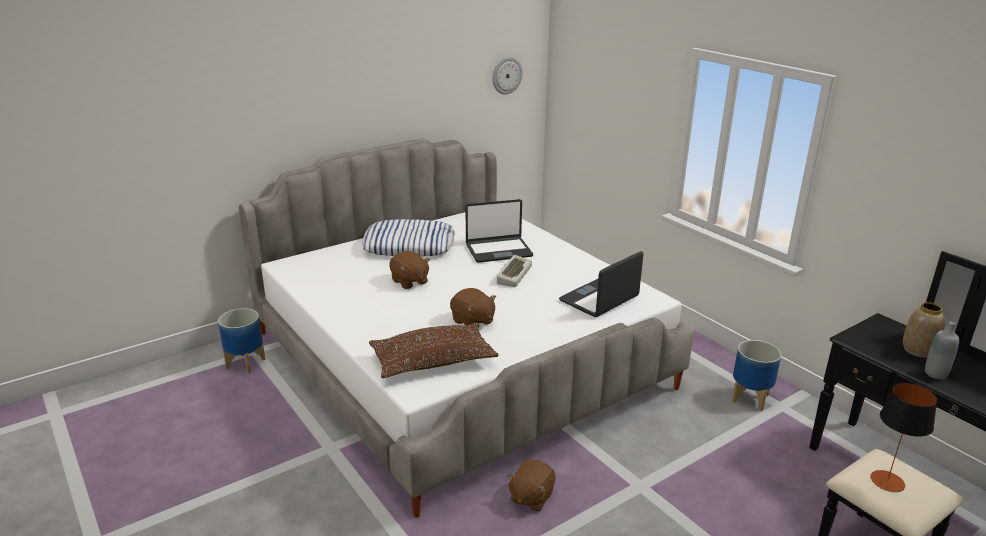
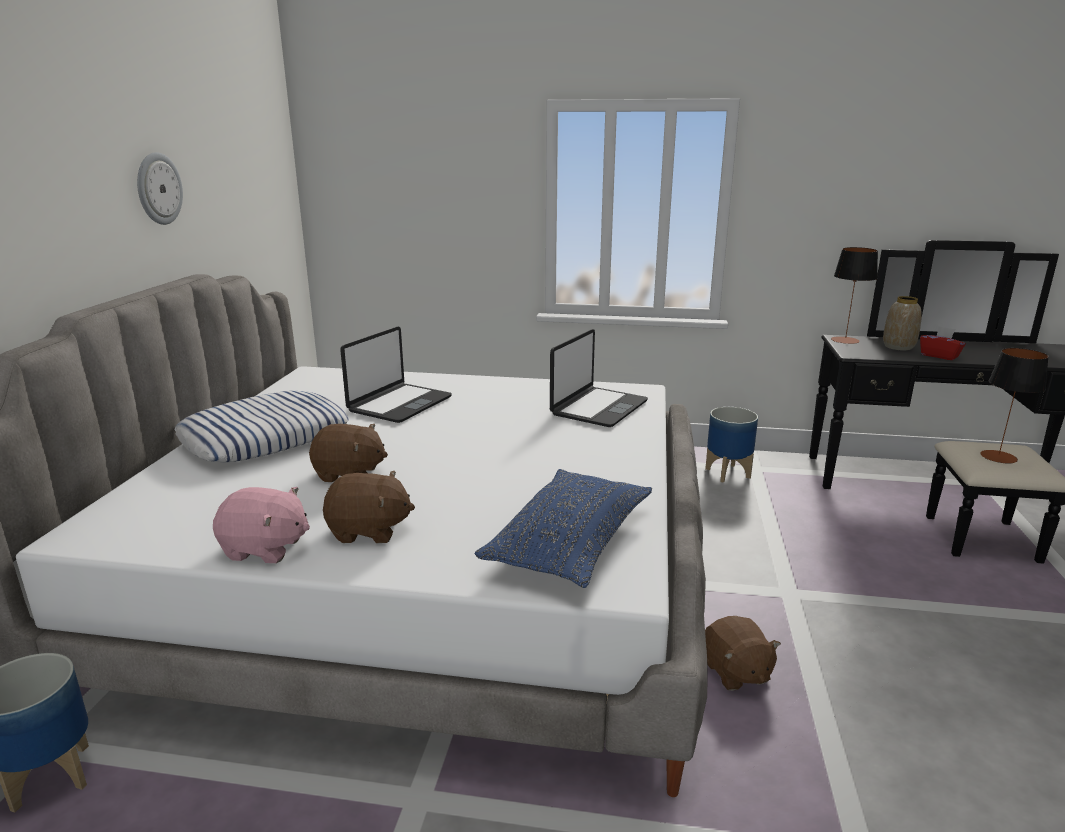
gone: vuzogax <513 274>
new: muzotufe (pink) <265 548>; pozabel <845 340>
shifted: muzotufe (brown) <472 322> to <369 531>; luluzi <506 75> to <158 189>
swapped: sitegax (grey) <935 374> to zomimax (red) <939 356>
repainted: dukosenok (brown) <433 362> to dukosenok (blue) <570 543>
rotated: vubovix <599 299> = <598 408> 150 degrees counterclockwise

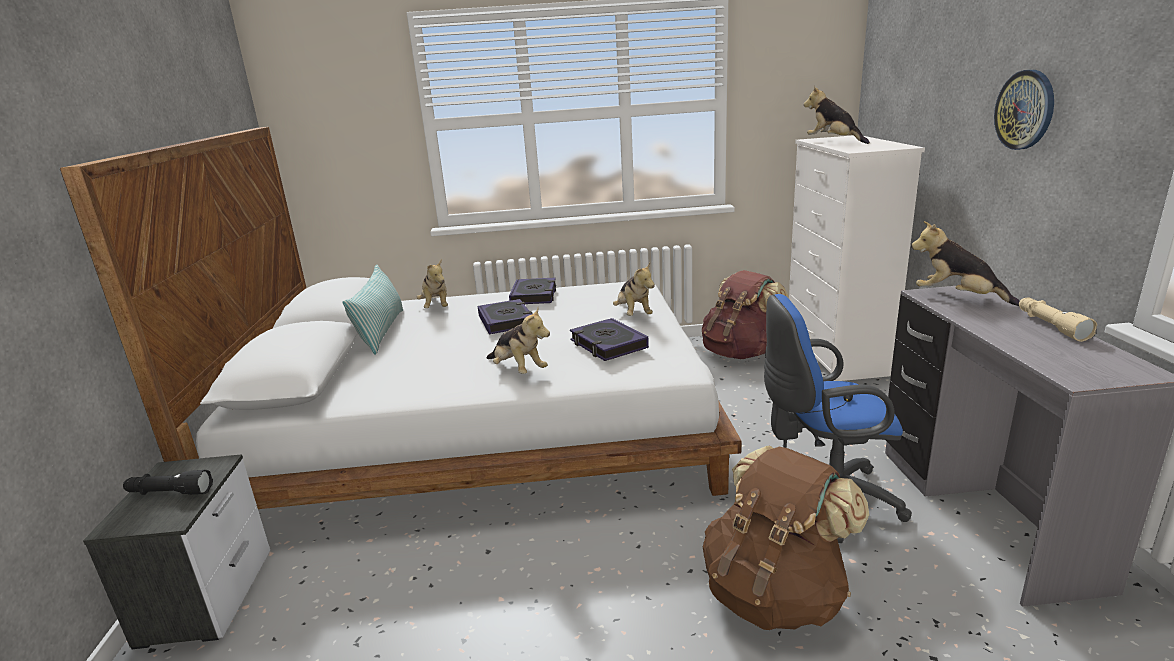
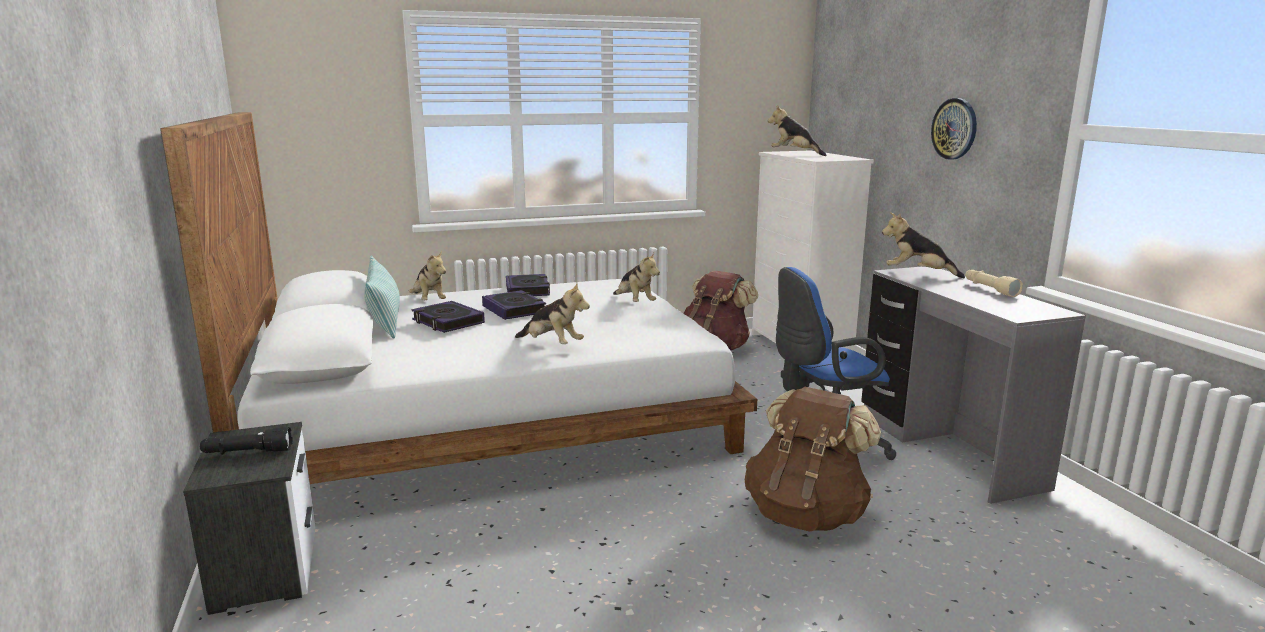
shifted: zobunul <608 344> to <448 322>

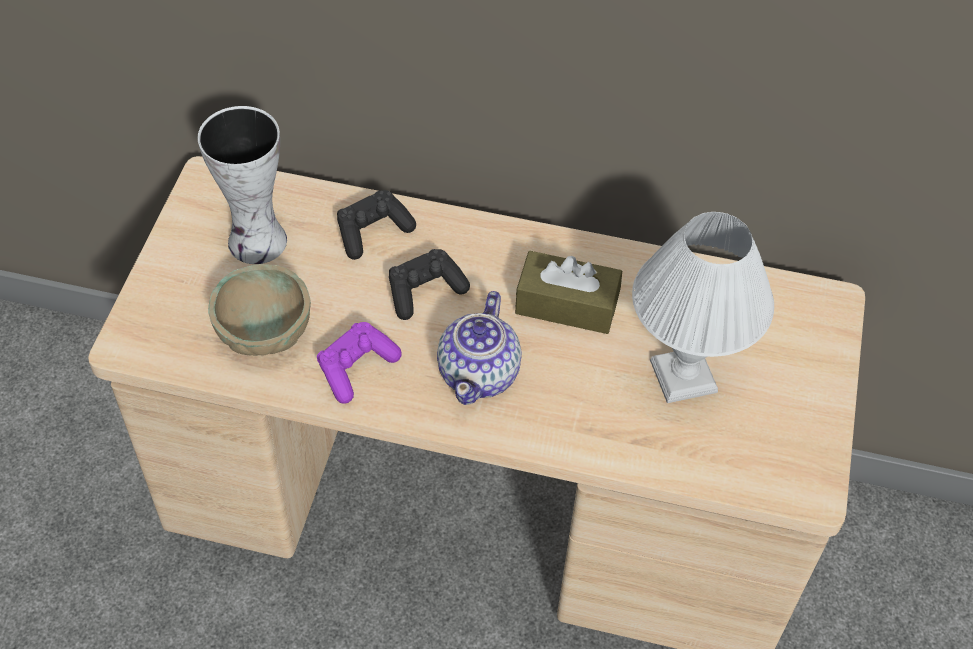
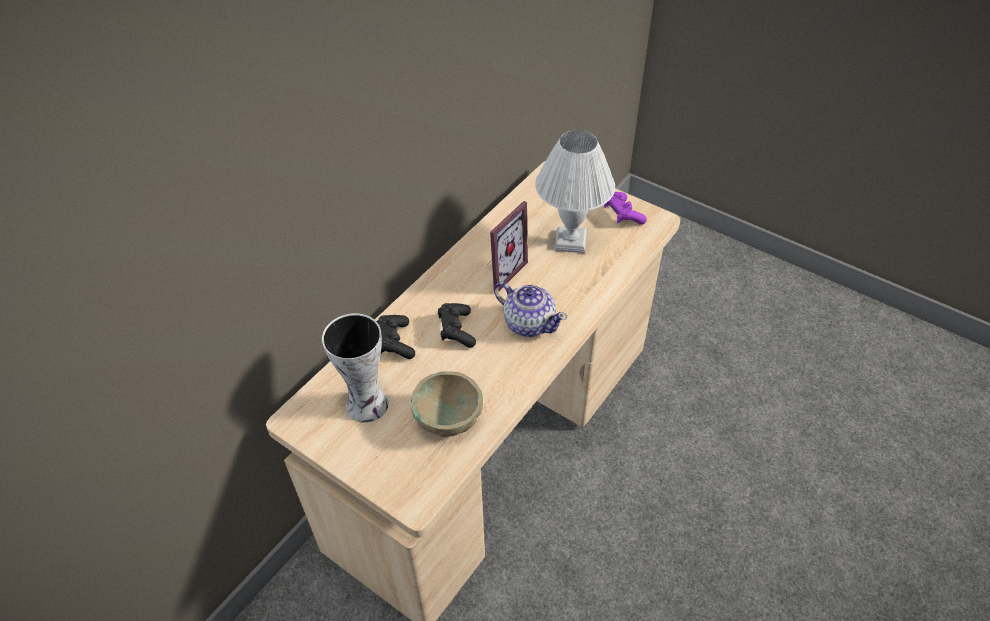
shifted: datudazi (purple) <356 368> to <622 214>
swapped: zomimax (brown) <566 305> to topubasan <500 271>

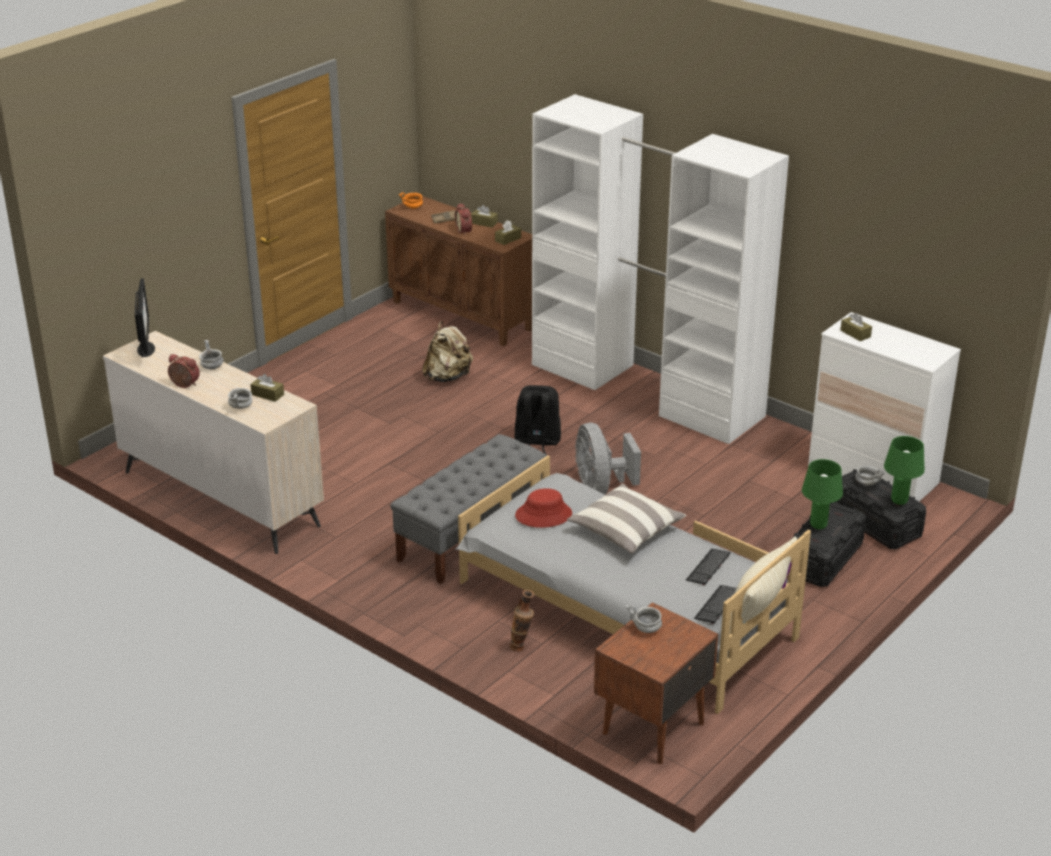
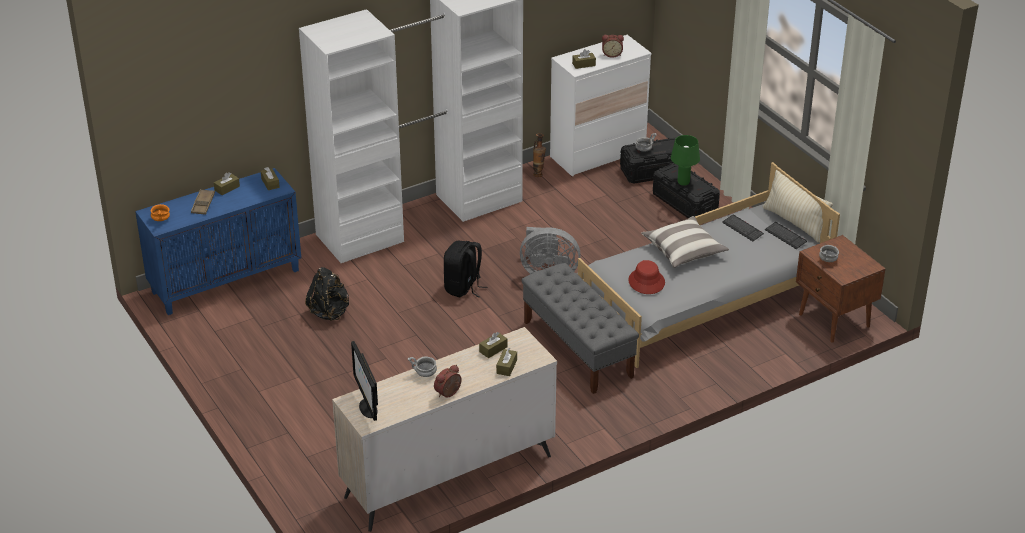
gone: pozabel (green) <898 501>
shifted: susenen <465 231> to <612 54>; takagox <521 647> to <538 174>
swapped: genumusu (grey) <241 407> to zomimax (brown) <506 367>
repainted: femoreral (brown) <463 315> to femoreral (blue) <226 280>; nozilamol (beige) <447 377> to nozilamol (black) <330 312>
rotated: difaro <146 349> = <367 408> 120 degrees counterclockwise

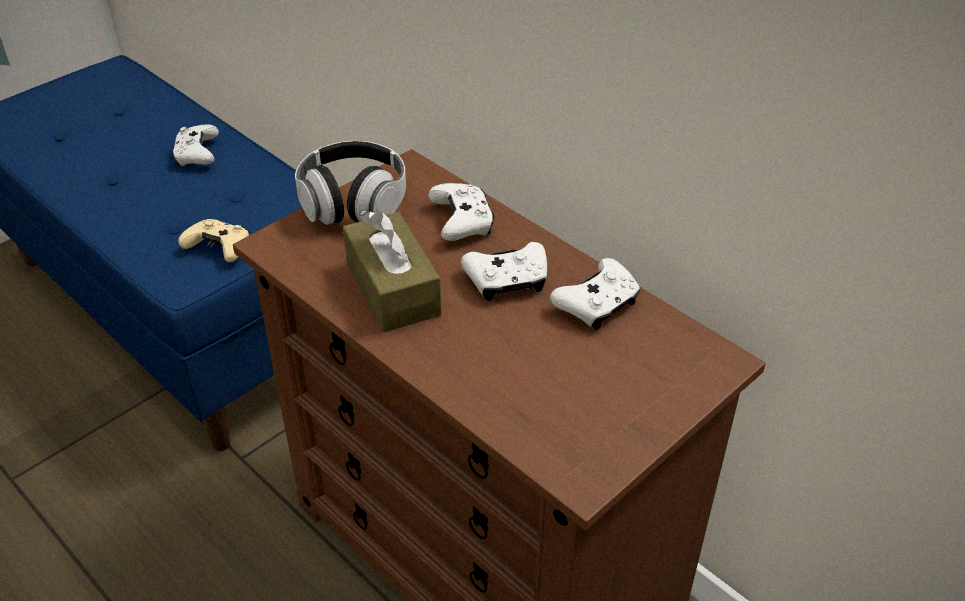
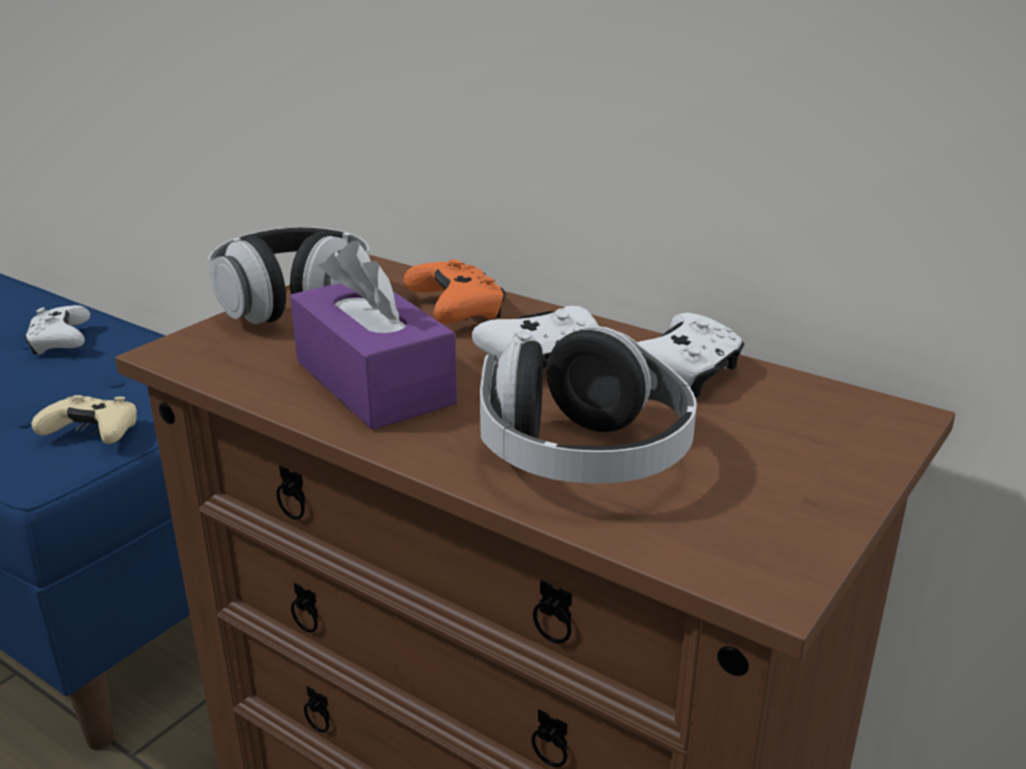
new: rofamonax <583 458>
repainted: zomimax (brown) <393 289> to zomimax (purple) <374 382>; datudazi (white) <462 222> to datudazi (orange) <457 310>

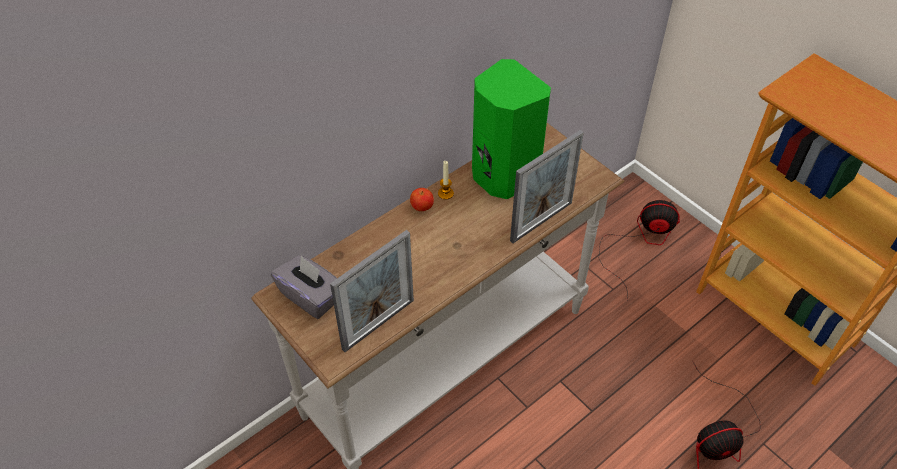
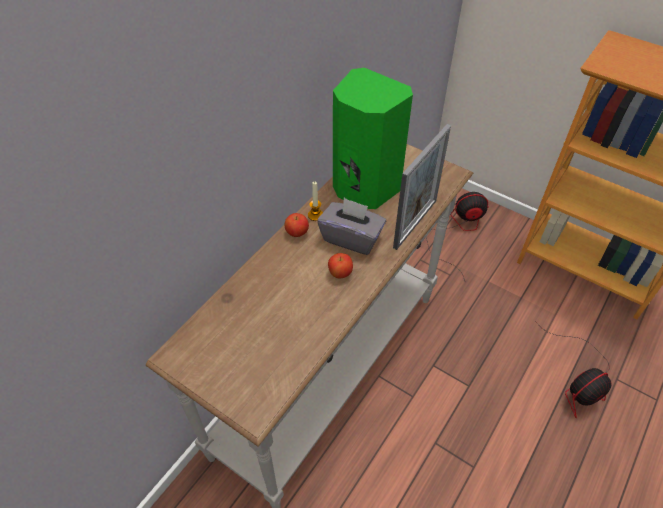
gone: topubasan <378 324>
new: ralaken <340 273>
shifted: zomimax (grey) <311 297> to <351 238>

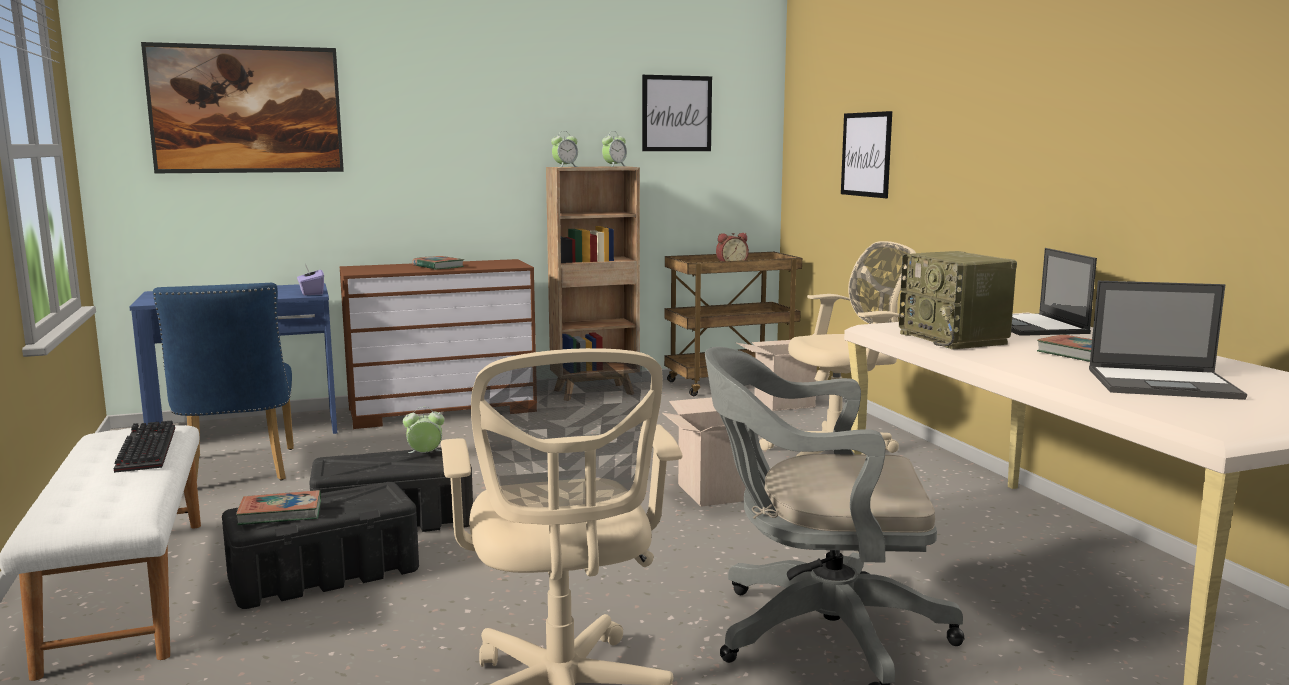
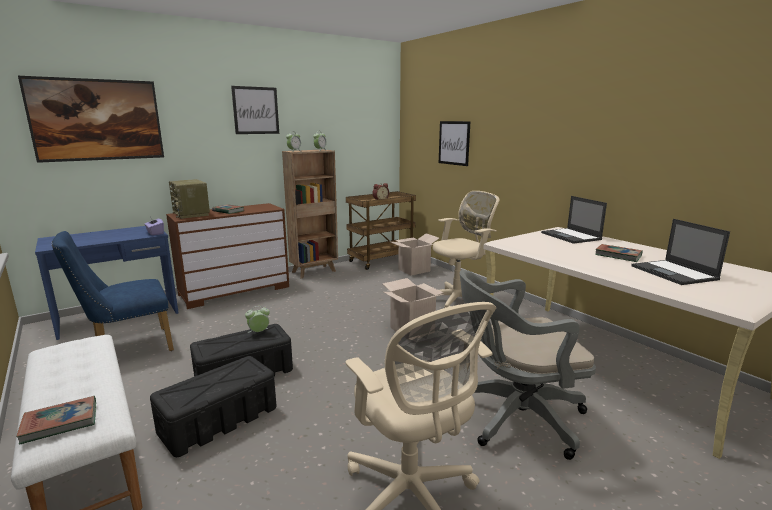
gone: vuzogax <144 449>
shifted: zobunul <280 513> to <60 423>; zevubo <676 113> to <256 110>; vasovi <955 339> to <191 214>
rotated: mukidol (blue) <238 472> = <127 348> 90 degrees clockwise; vubovix <1164 384> = <674 273> 75 degrees clockwise

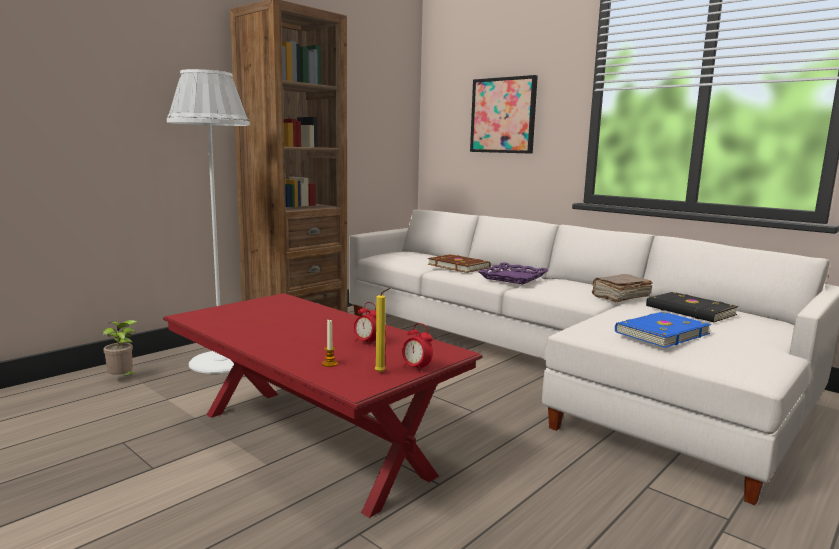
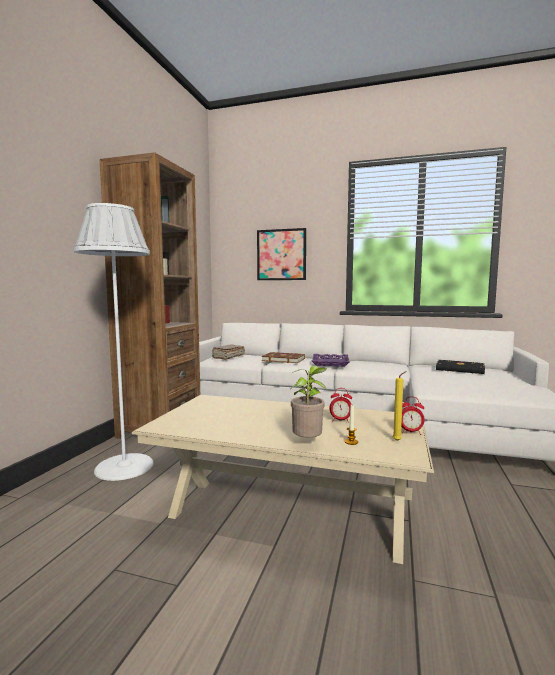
gone: zobunul (blue) <660 333>
shifted: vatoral <123 379> to <308 443>; zobunul (brown) <620 297> to <228 357>
repainted: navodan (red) <312 442> to navodan (beige) <286 515>

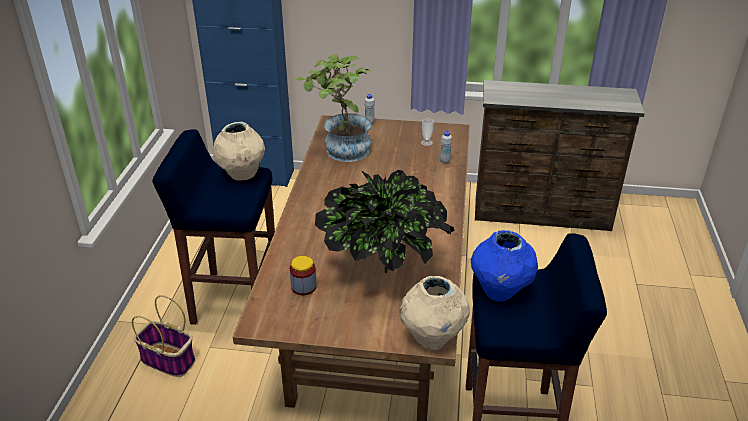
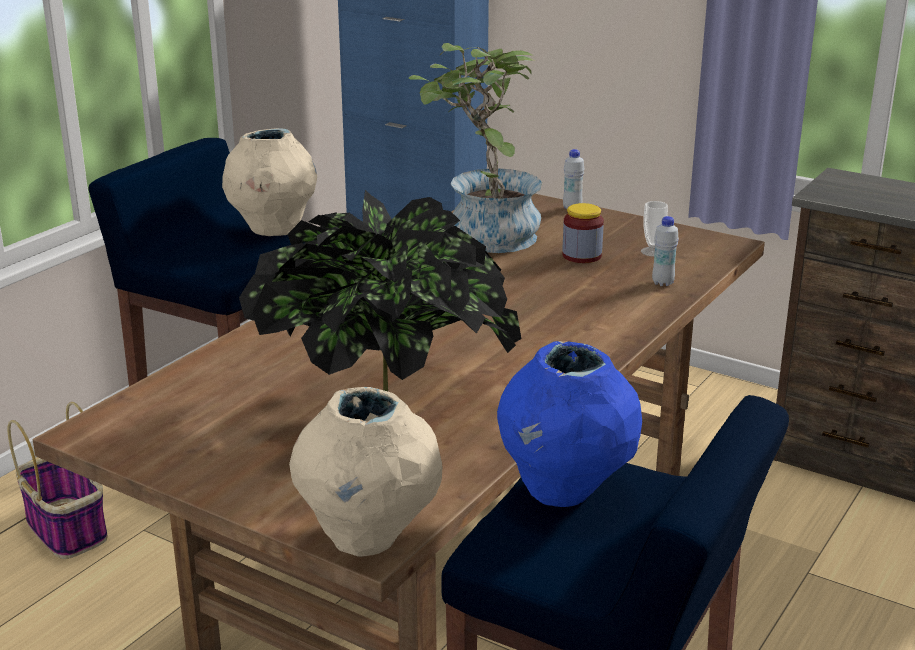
shifted: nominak <303 287> to <582 256>

